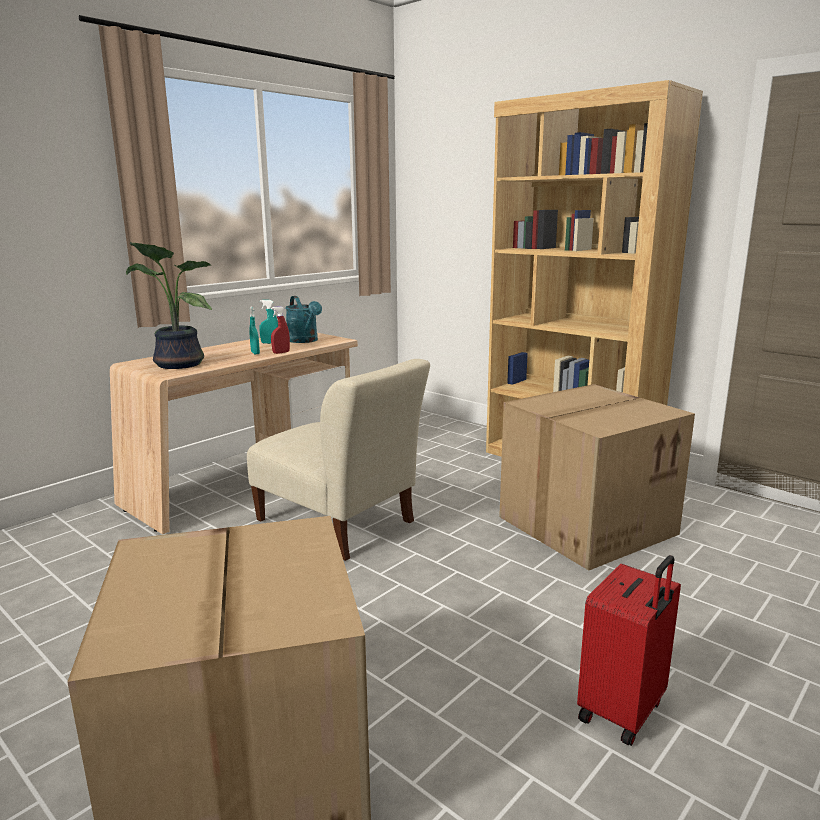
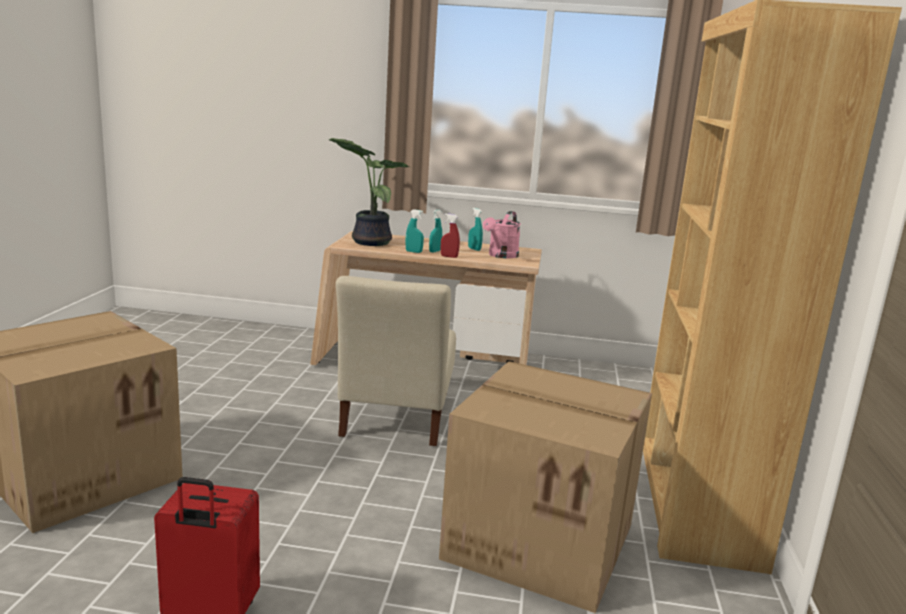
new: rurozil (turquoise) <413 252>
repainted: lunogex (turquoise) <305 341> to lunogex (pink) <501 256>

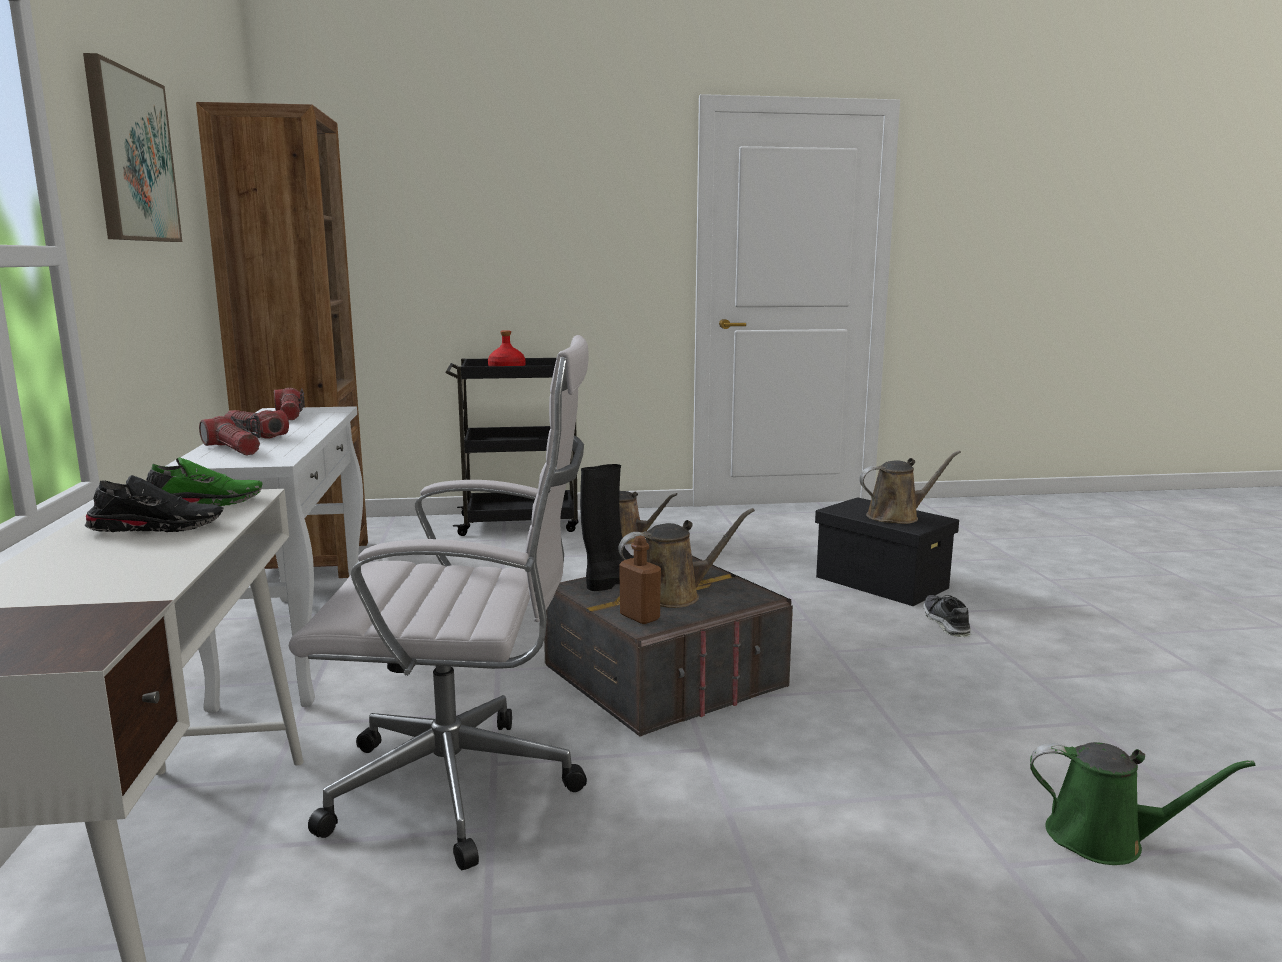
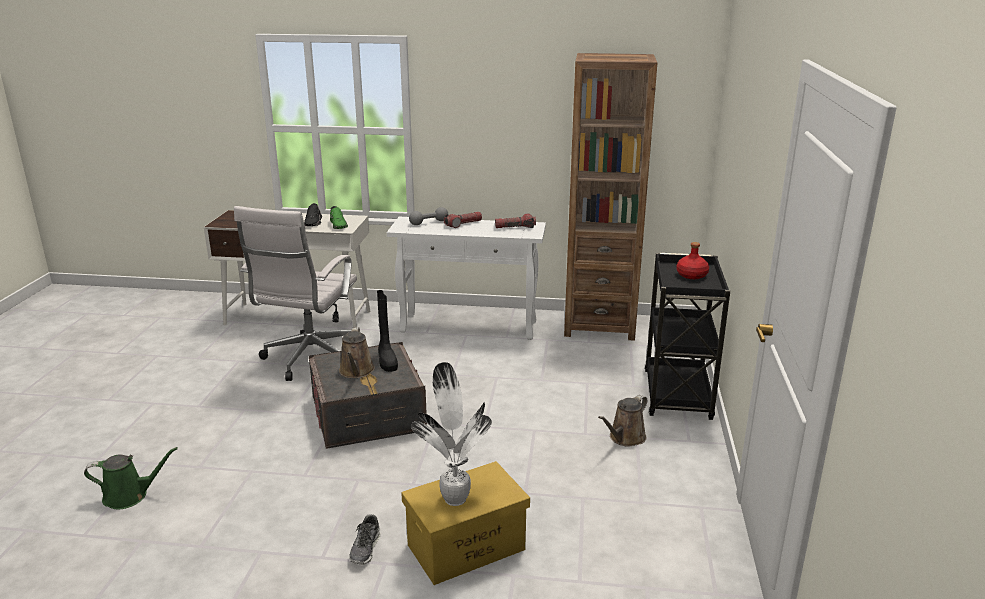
gone: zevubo <131 157>; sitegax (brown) <639 617>
swapped: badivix <233 449> to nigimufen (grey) <429 223>; lunogex (brown) <897 516> to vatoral <455 497>
repainted: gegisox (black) <880 582> to gegisox (yellow) <467 546>
rotated: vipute <946 623> = <365 548> 90 degrees clockwise; lunogex (green) <1104 839> = <130 496> 135 degrees counterclockwise

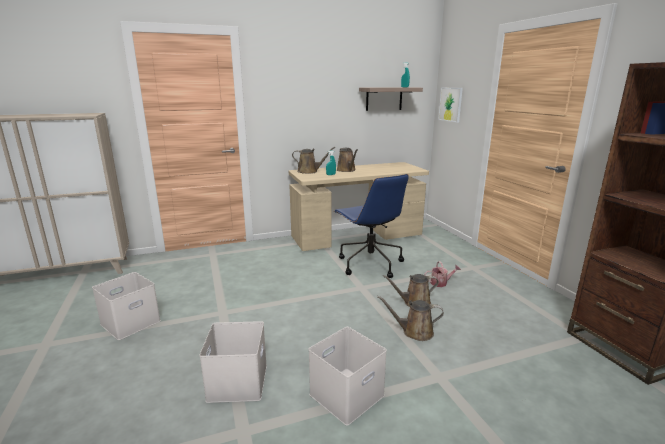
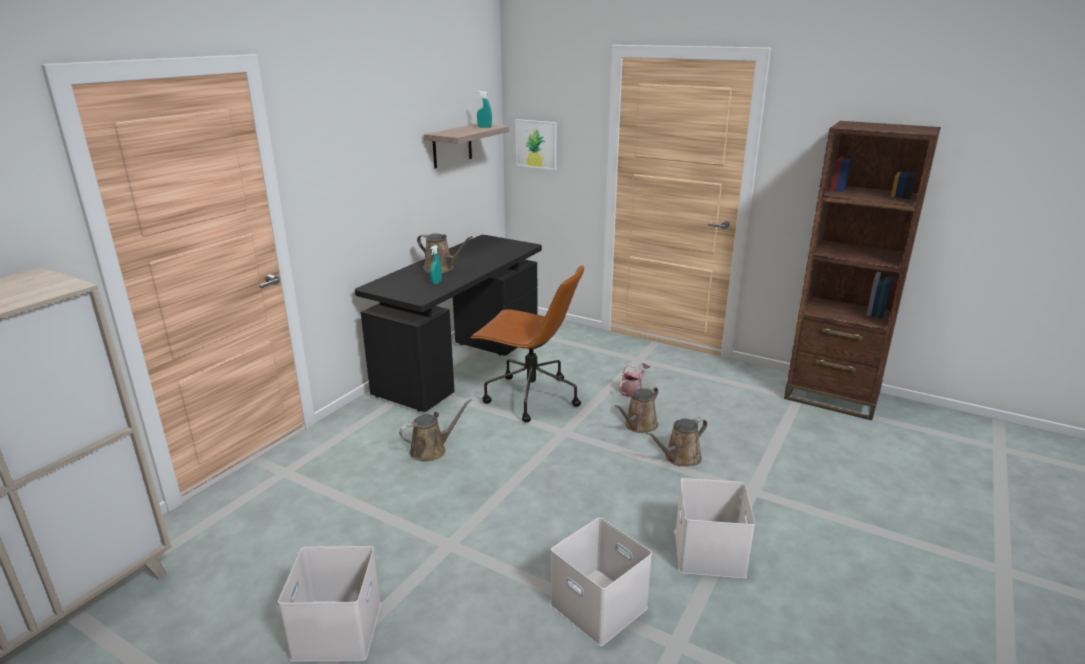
shifted: lunogex (brown) <309 171> to <431 450>
repainted: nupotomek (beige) <357 237> to nupotomek (black) <461 364>; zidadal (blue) <369 264> to zidadal (brown) <530 397>

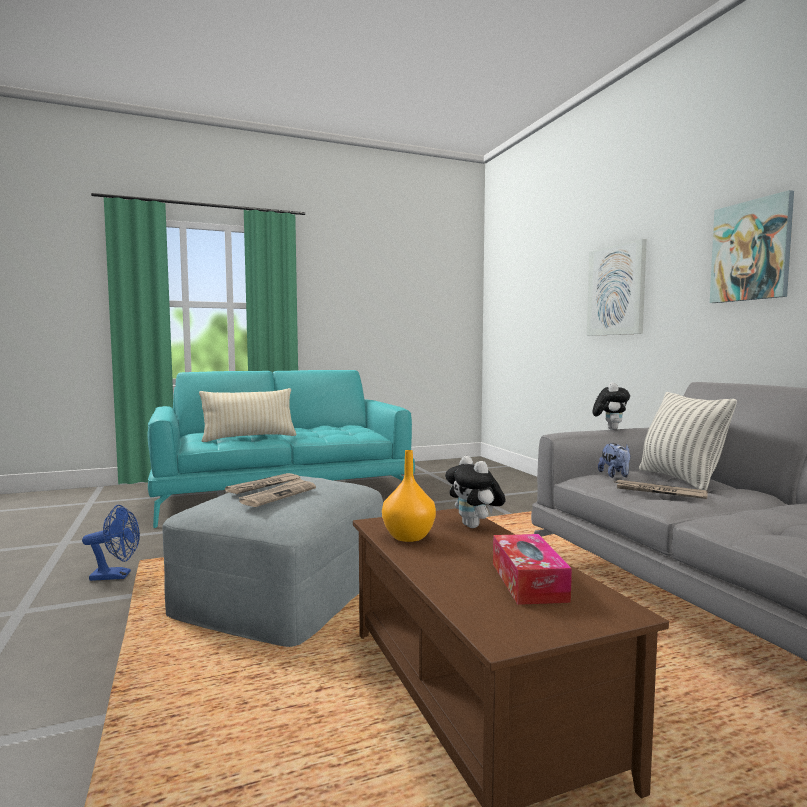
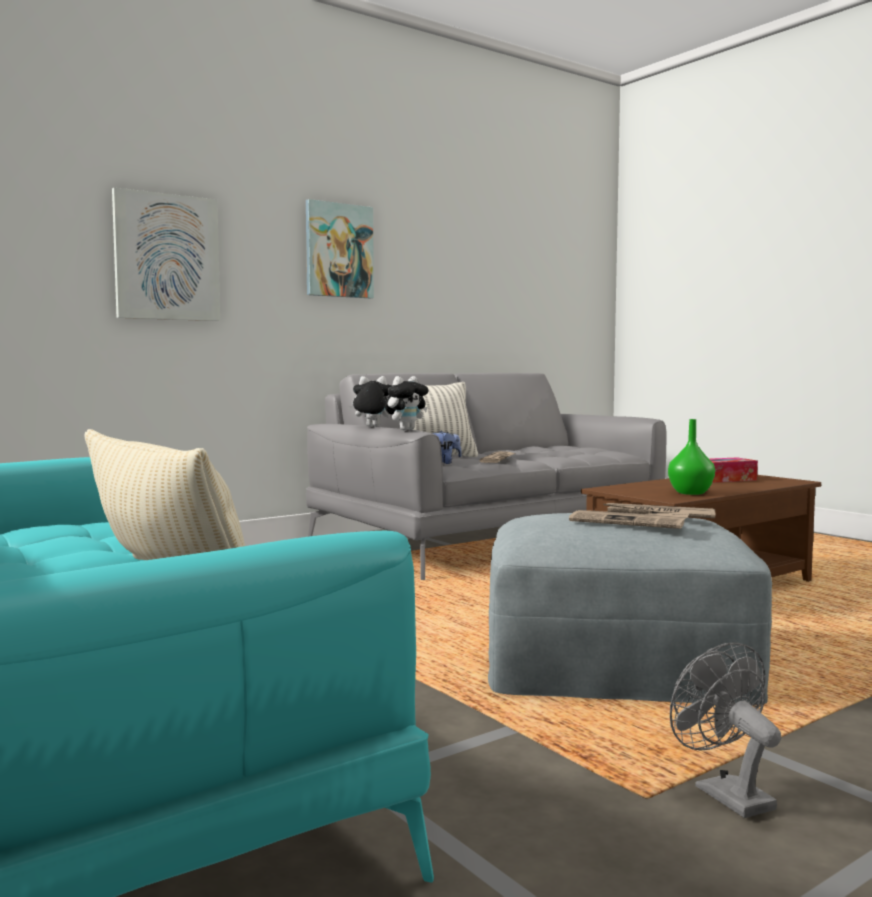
shifted: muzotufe <475 526> to <406 429>
repainted: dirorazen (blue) <117 576> to dirorazen (grey) <724 793>; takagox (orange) <408 536> to takagox (green) <690 493>

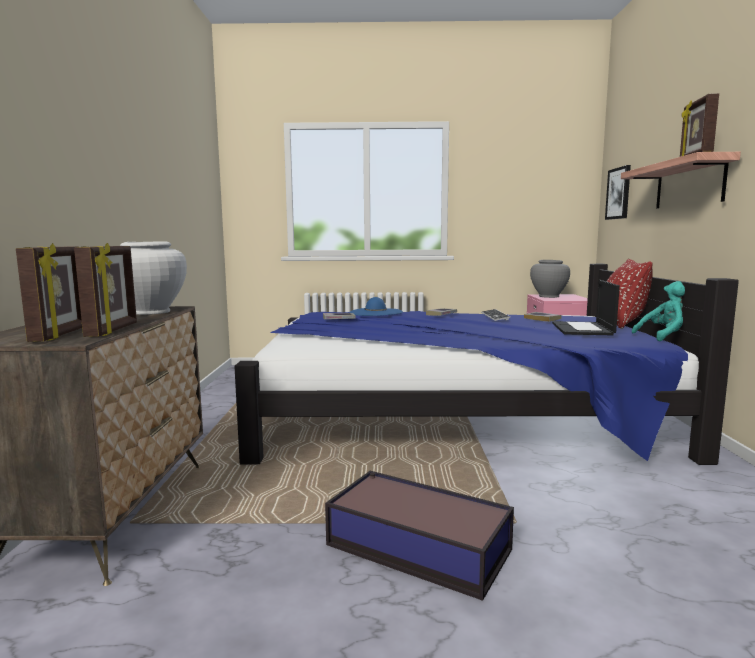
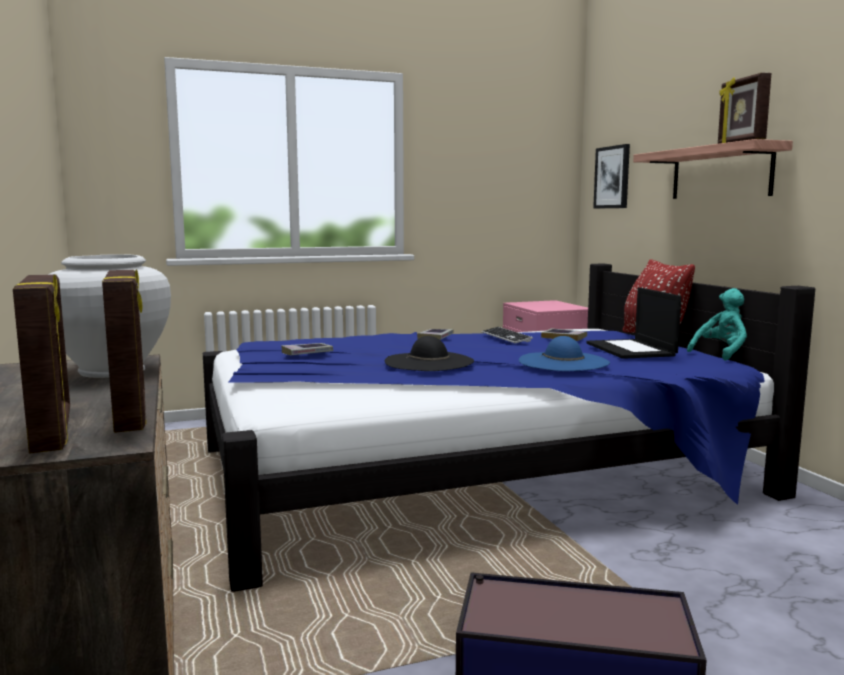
gone: takagox (grey) <548 296>
new: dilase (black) <429 362>
shifted: dilase (blue) <376 312> to <563 362>

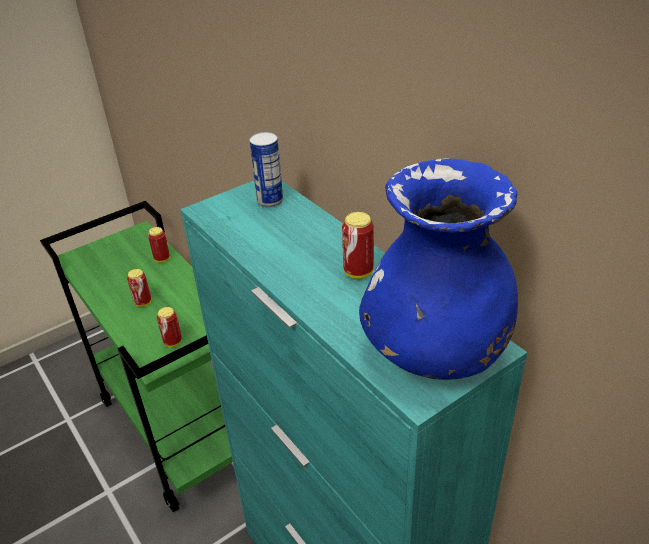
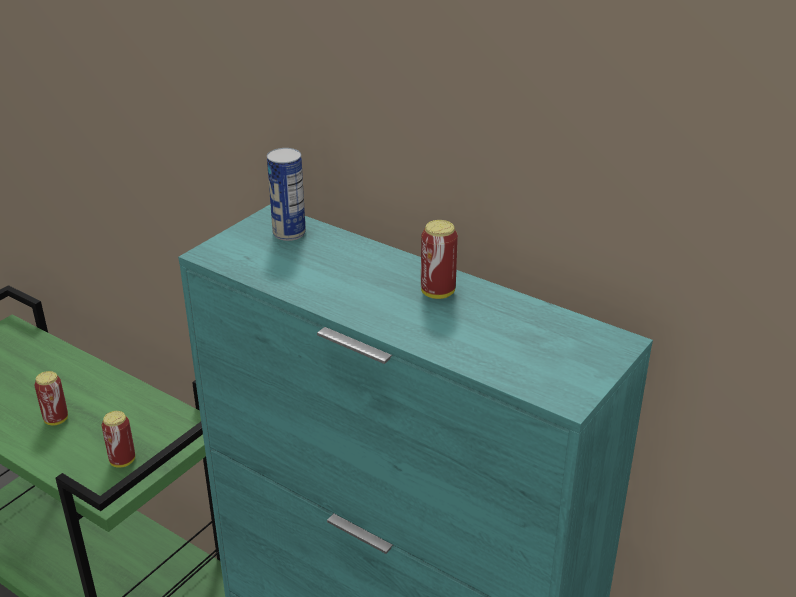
gone: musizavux <162 259>; takagox (blue) <435 350>

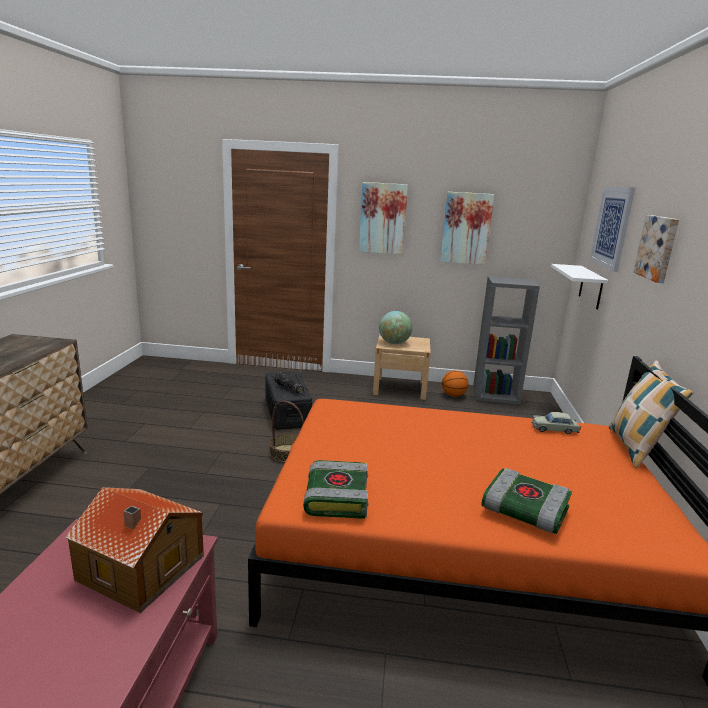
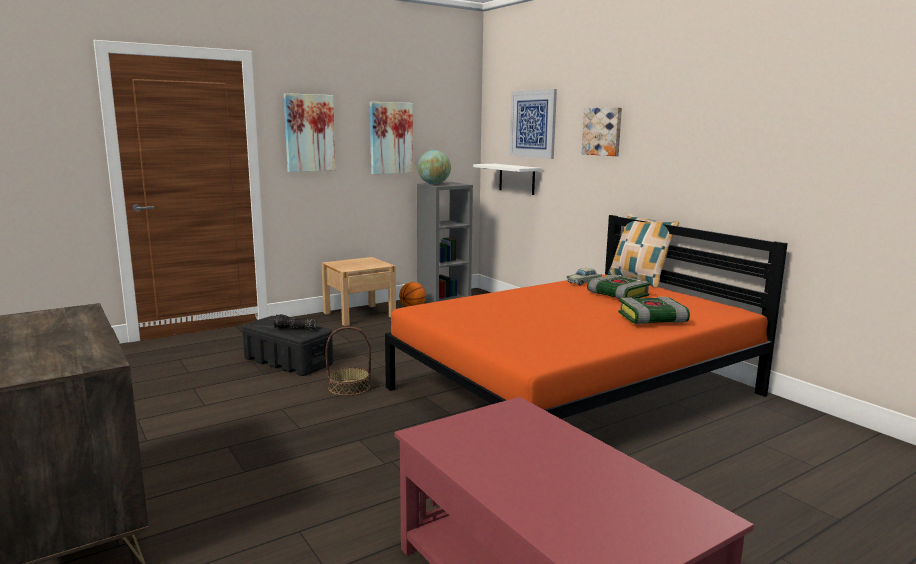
gone: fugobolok <141 569>
shifted: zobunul <335 496> to <616 294>; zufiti <394 343> to <434 184>

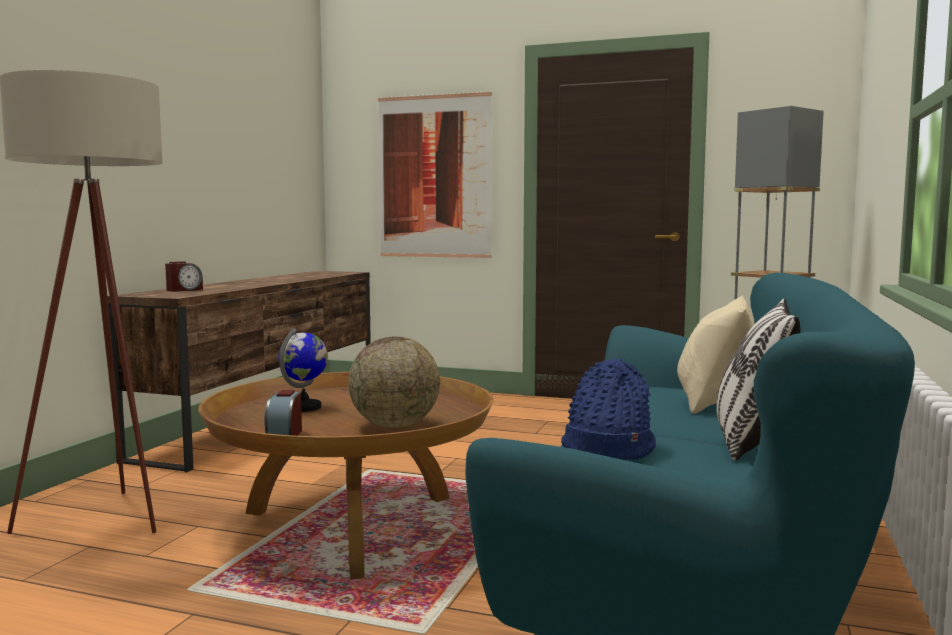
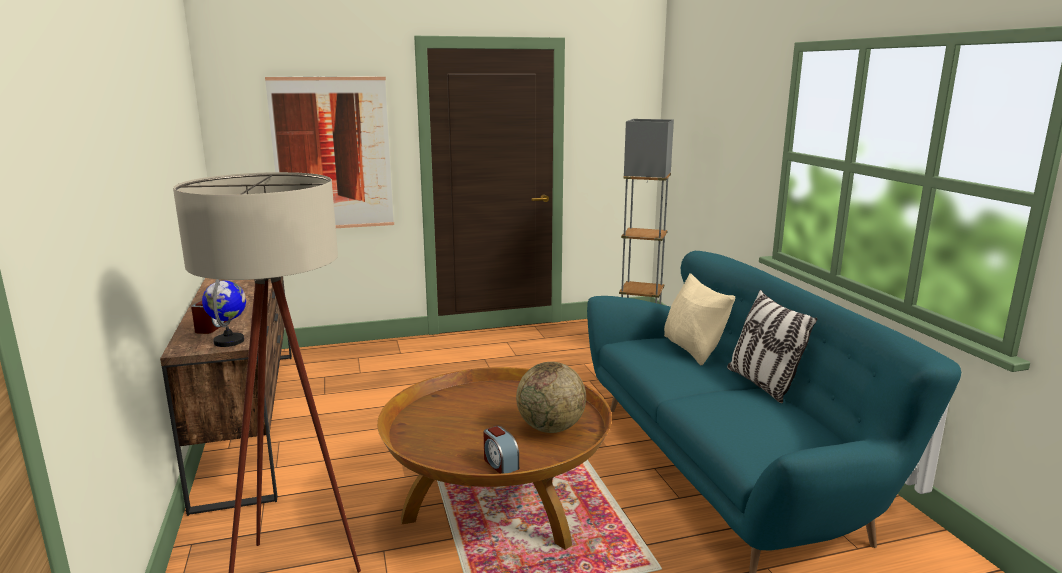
gone: dilase (blue) <606 448>
shifted: zufiti <304 407> to <229 341>

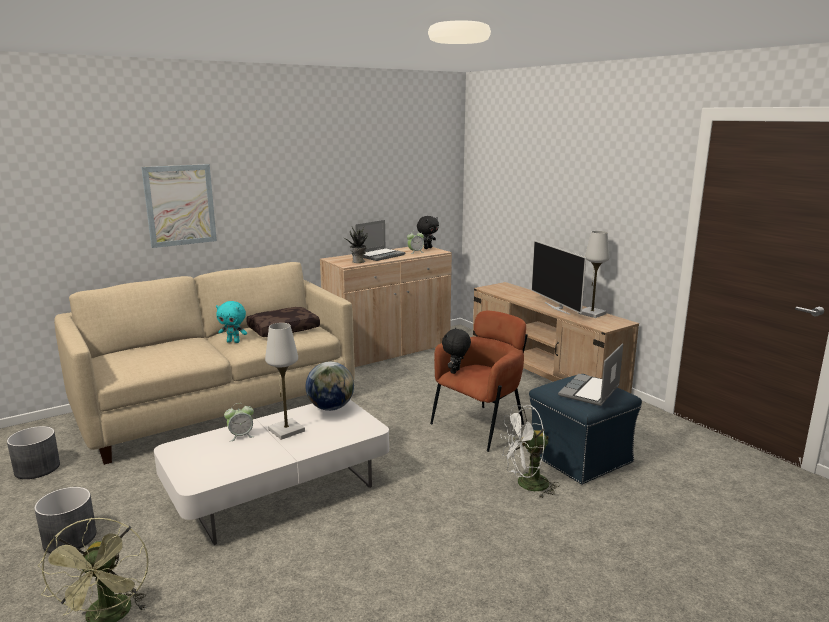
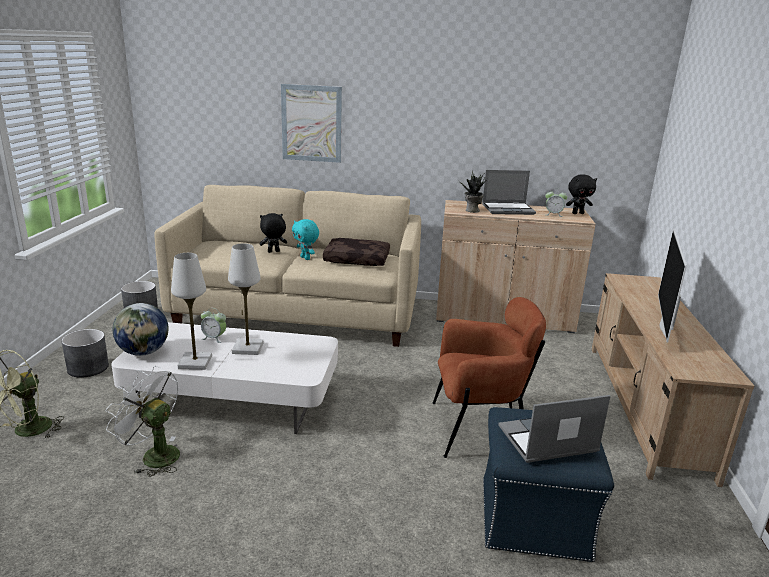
shifted: zufiti <331 408> to <144 352>; muzotufe (black) <456 371> to <273 252>; dirorazen (white) <526 485> to <153 455>; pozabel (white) <592 313> to <195 362>

